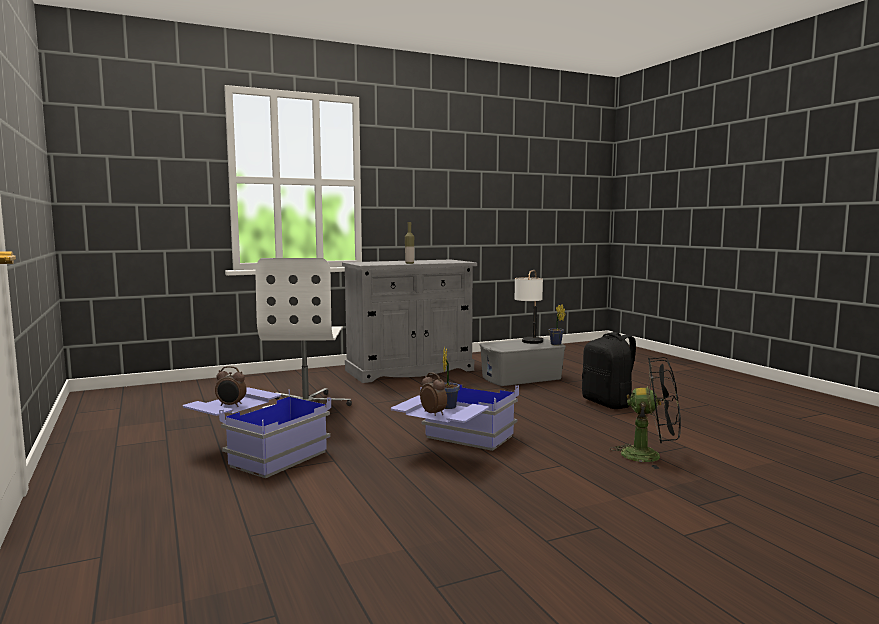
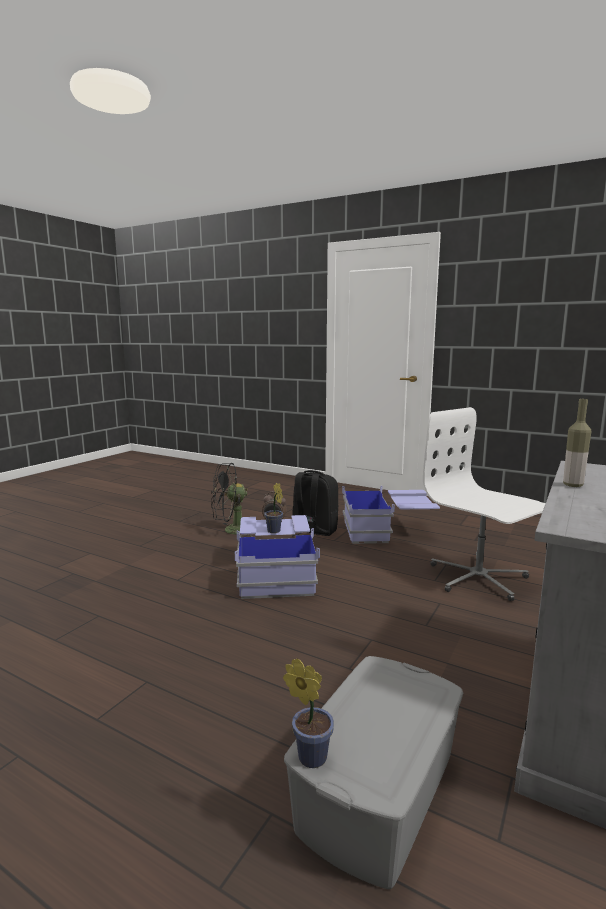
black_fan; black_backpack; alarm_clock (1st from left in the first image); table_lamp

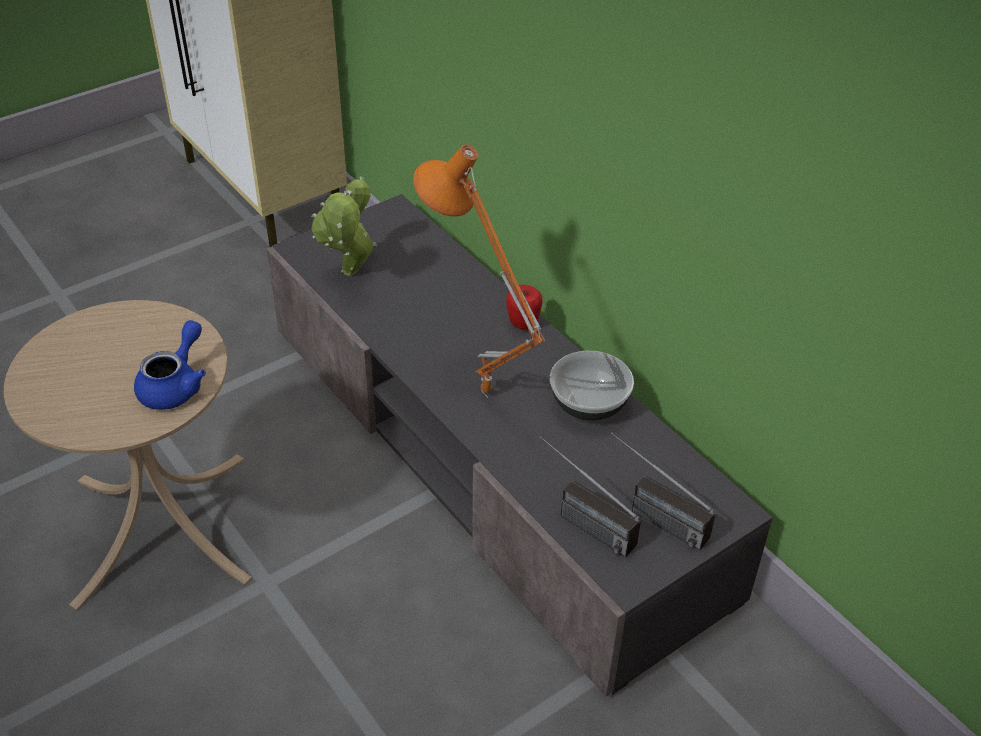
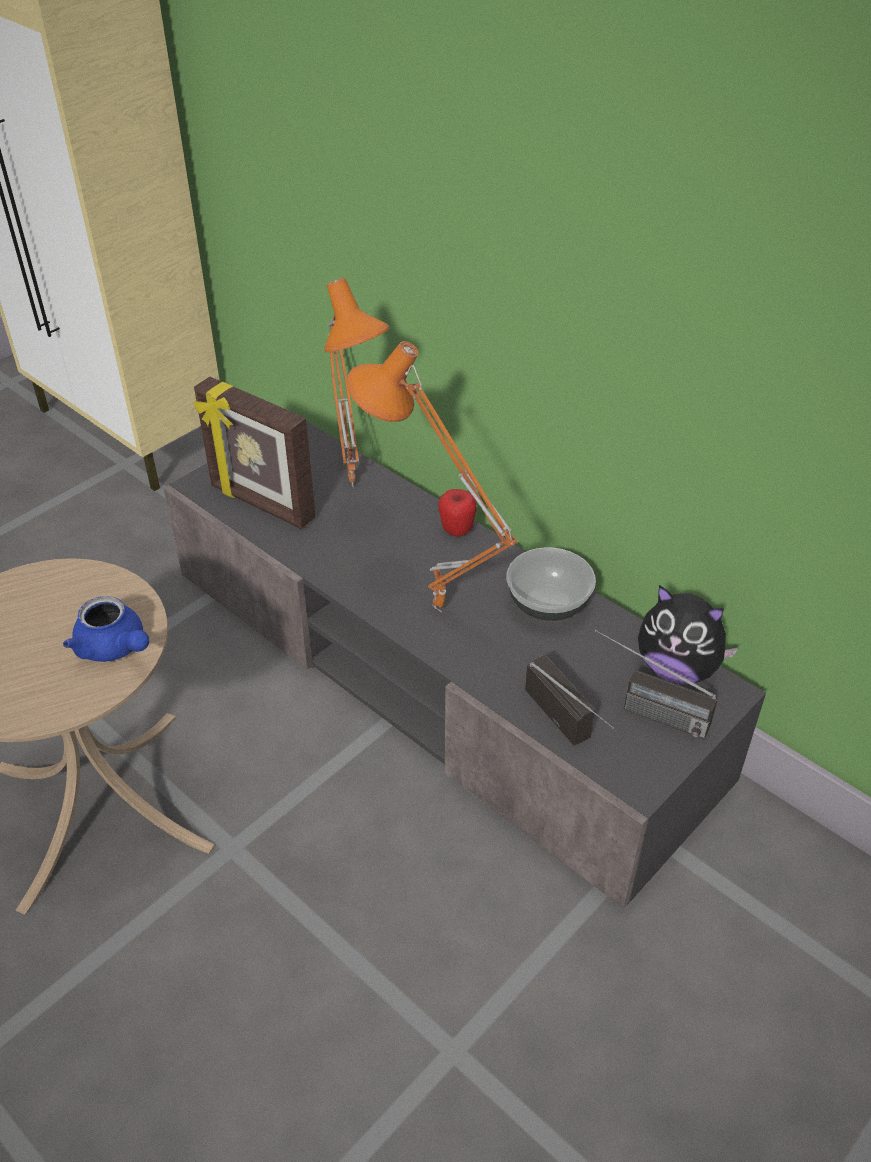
blue_teapot; picture_frame; orange_table_lamp (1st from left); radio (1st from left); plush_toy

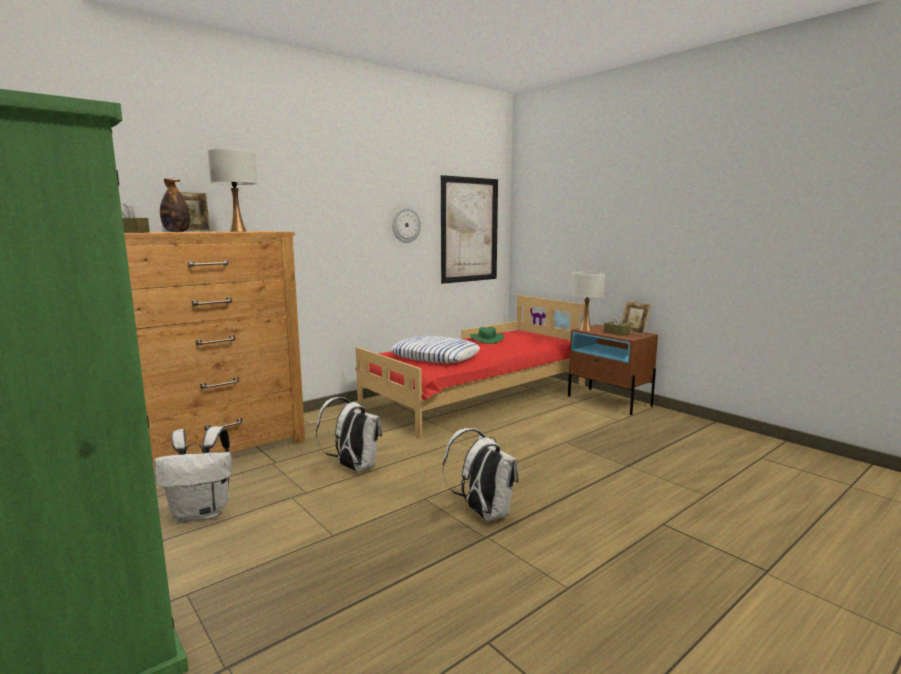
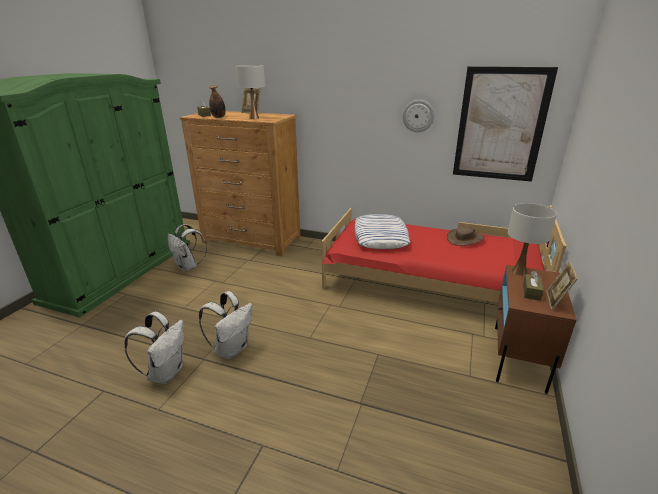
white_backpack (1st from left); brown_hat

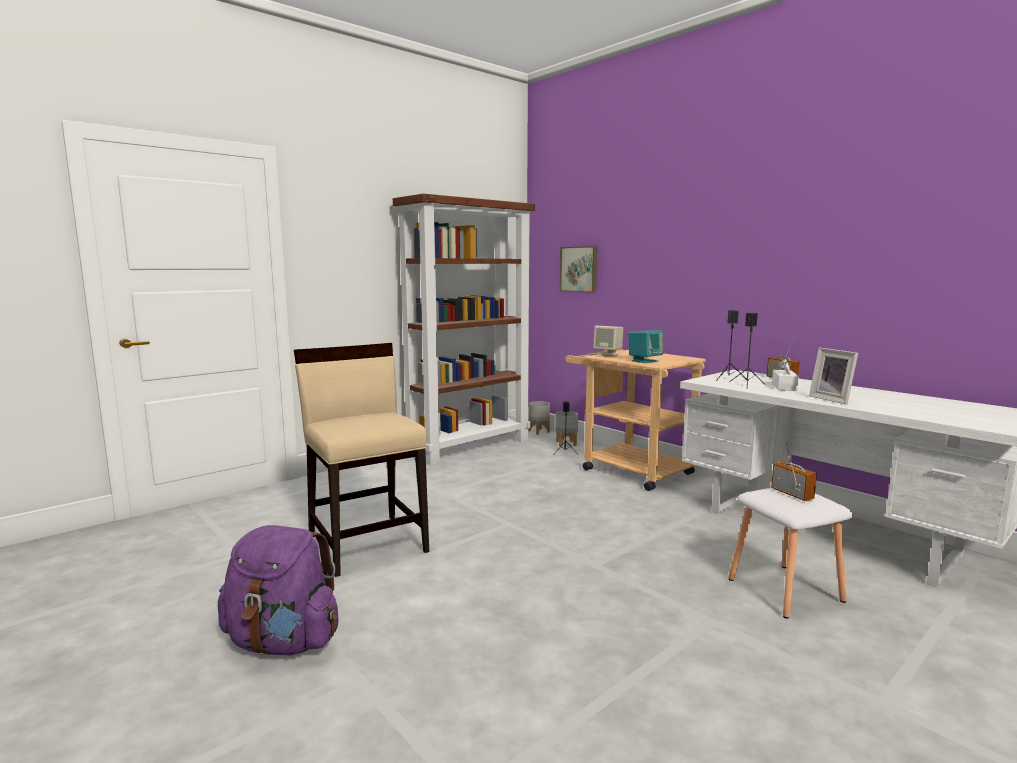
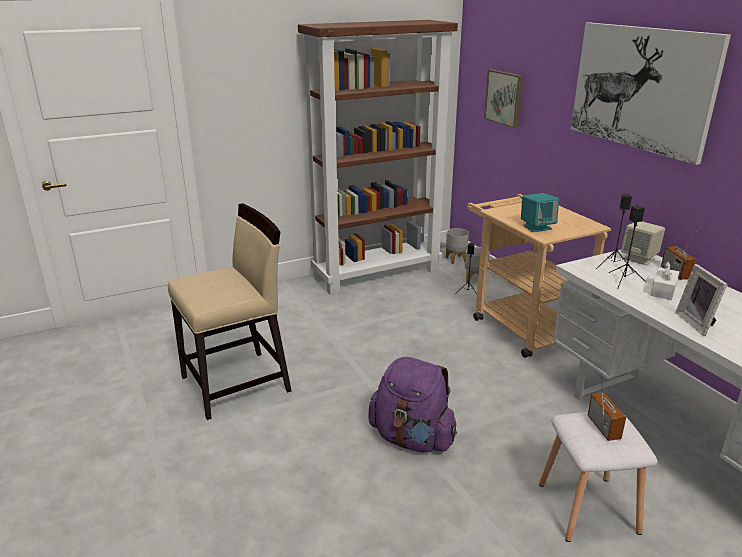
beige_chair; purple_backpack; picture (2nd from left); beige_speaker

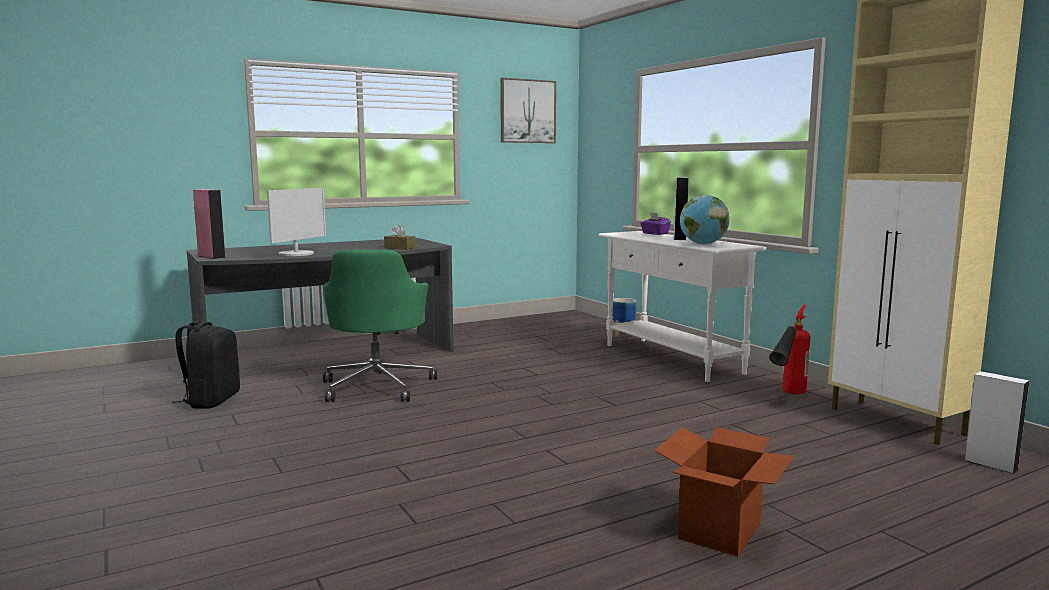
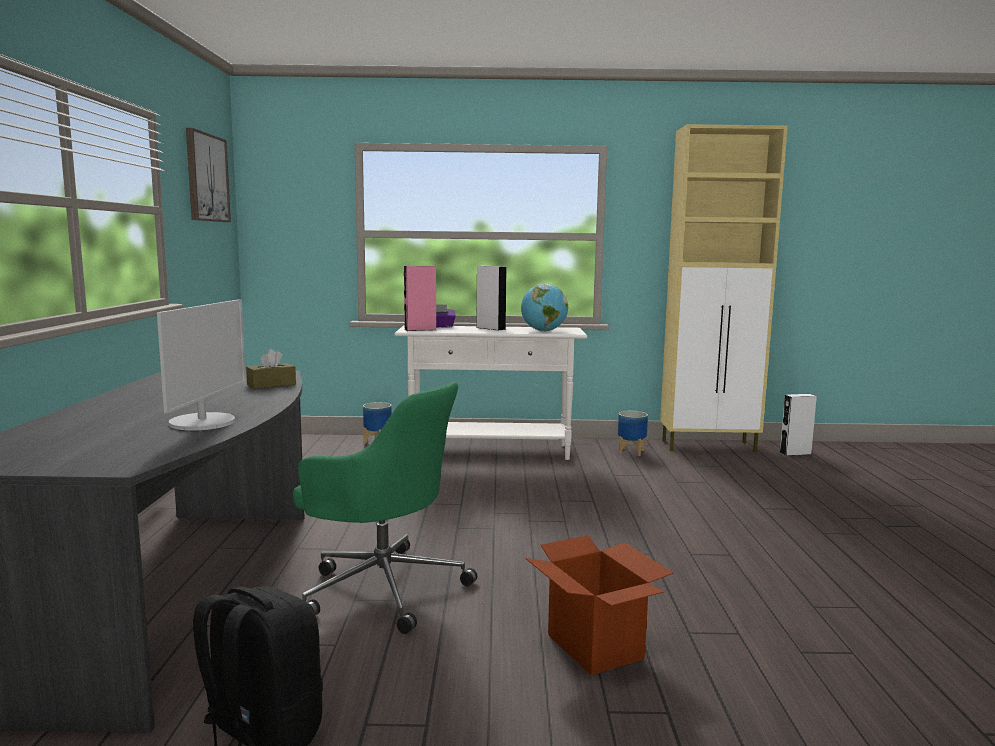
monitor; pink_speaker; cardboard_box; planter (2nd from left)

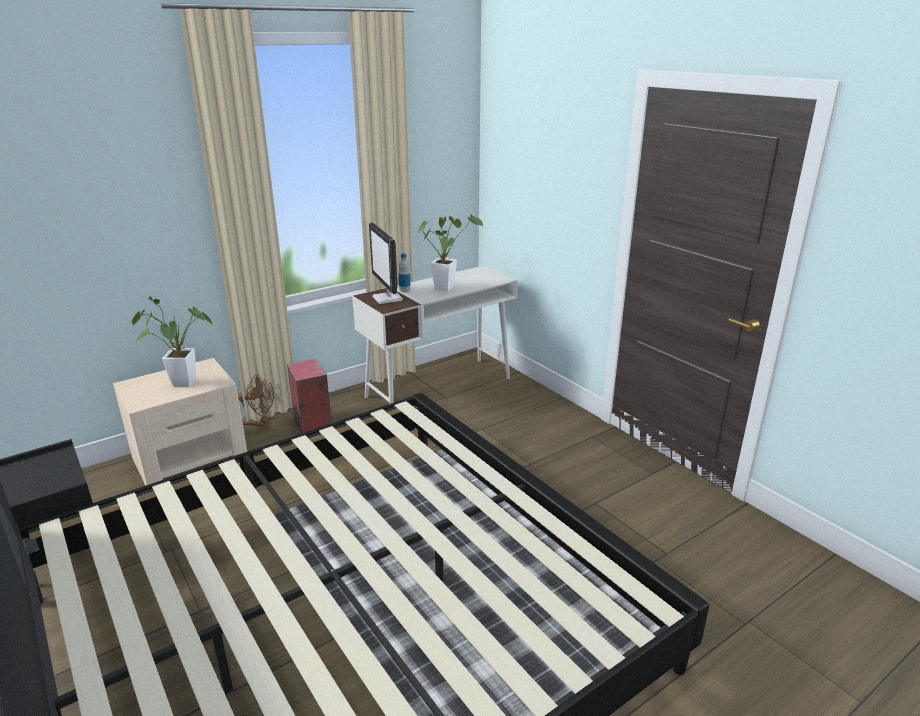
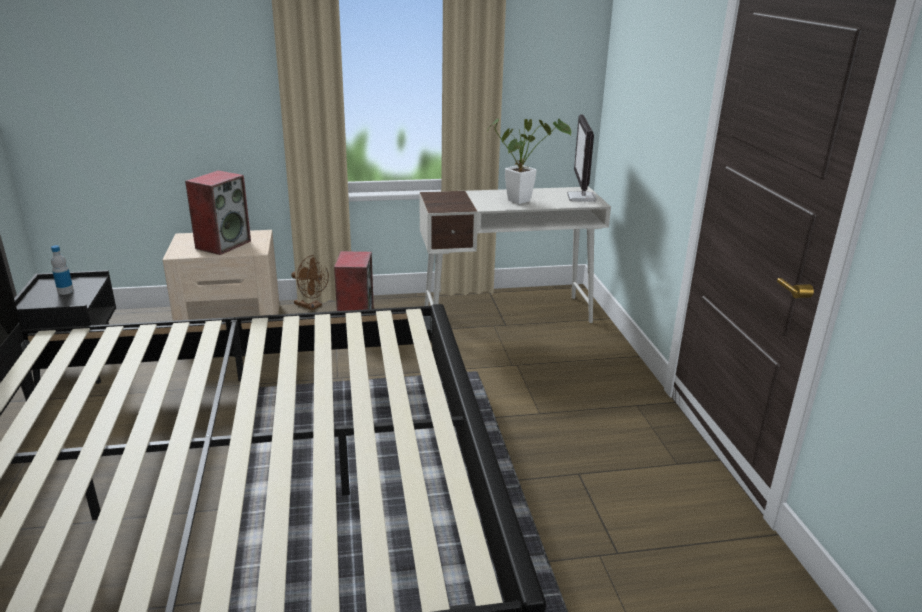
bottle; speaker (1st from left); monitor

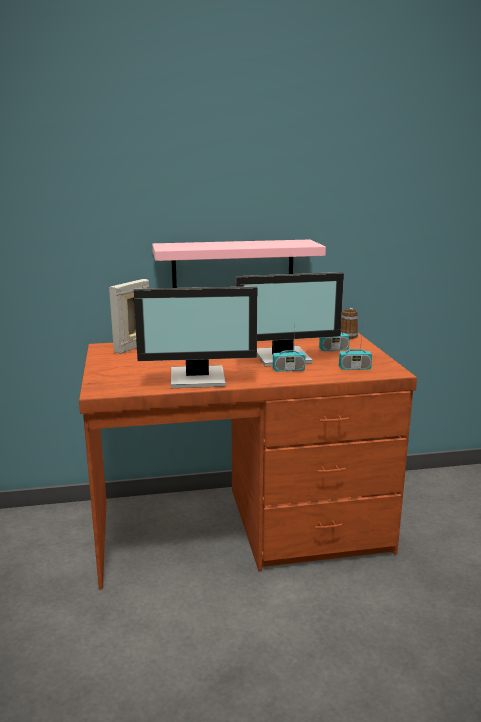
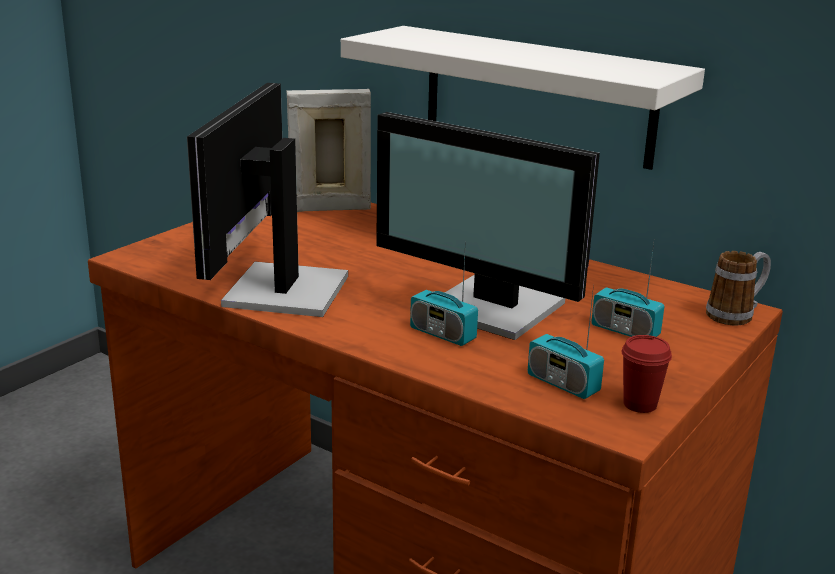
monitor (1st from left); white_shelf; red_cup

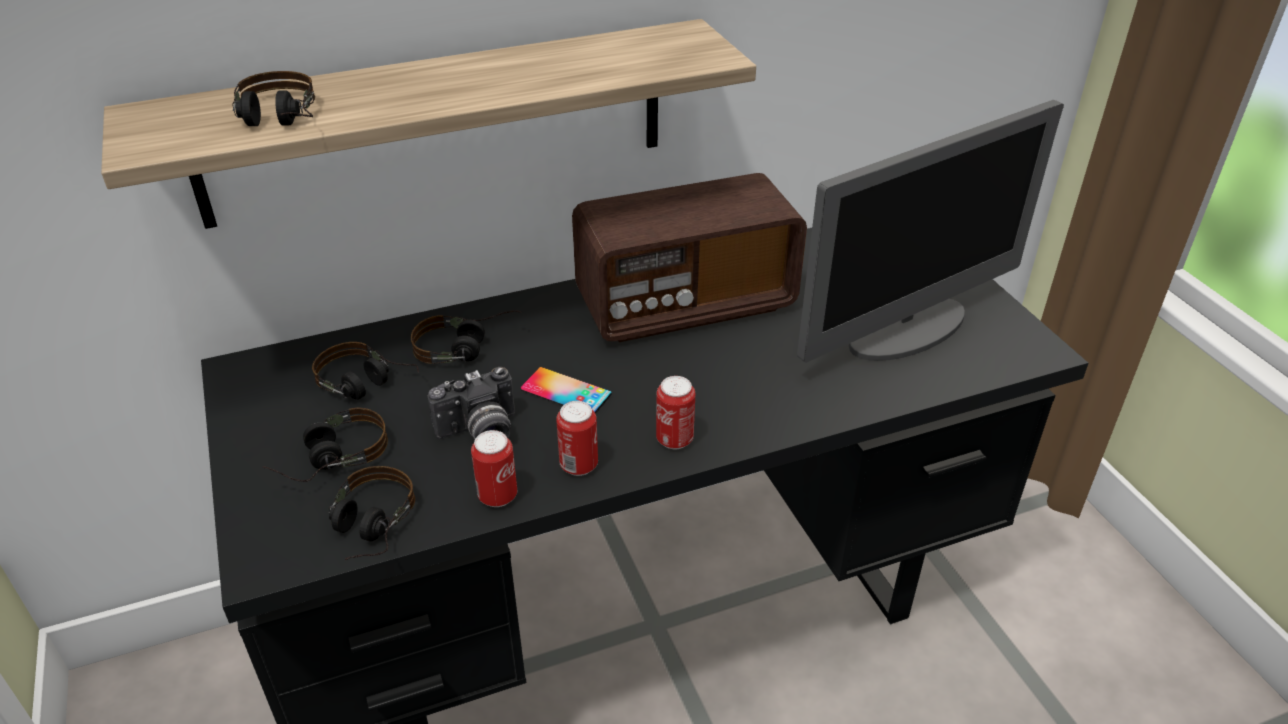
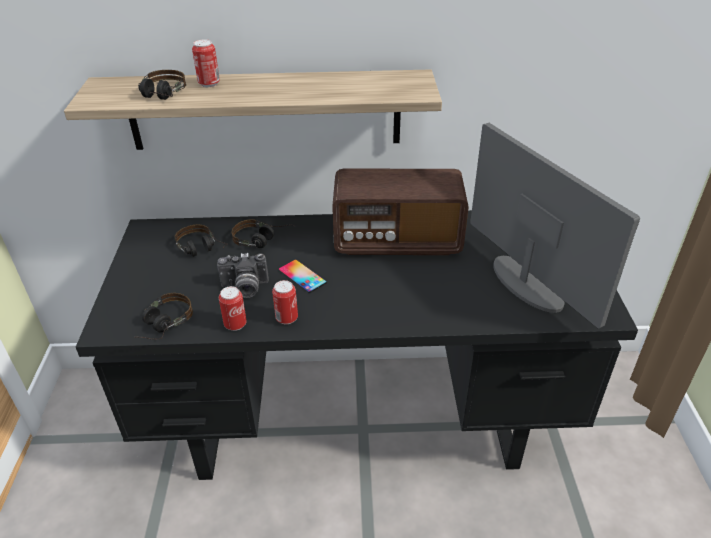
can (1st from left); monitor; headphones (2nd from left in the first image)

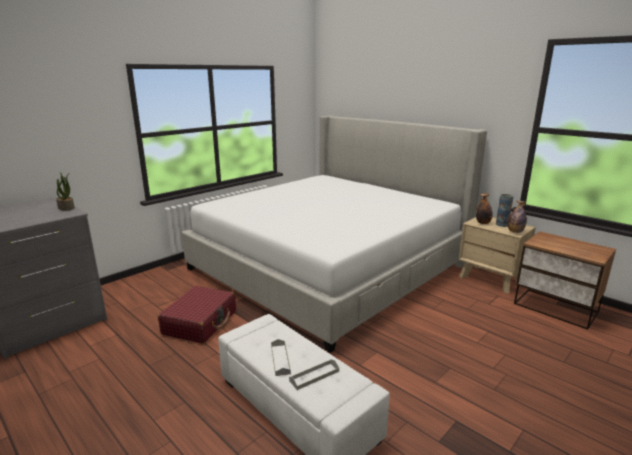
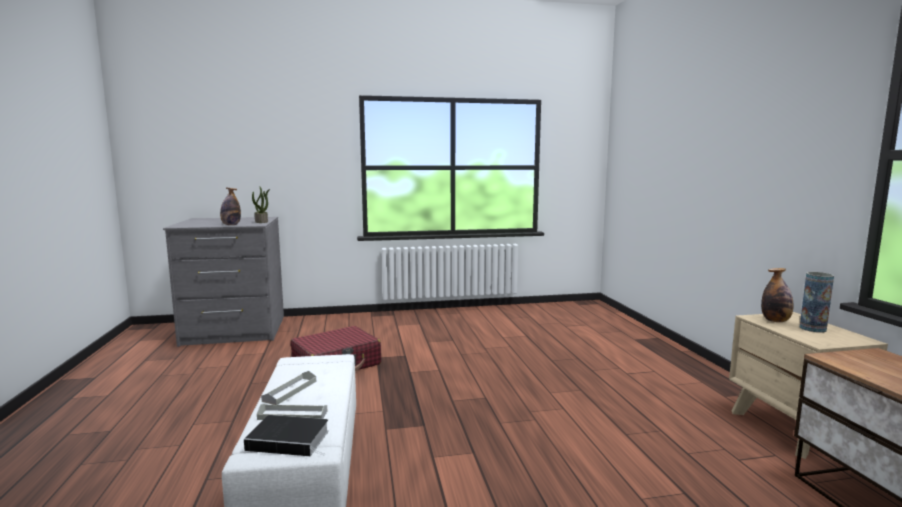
bottle (1st from left); book; bed

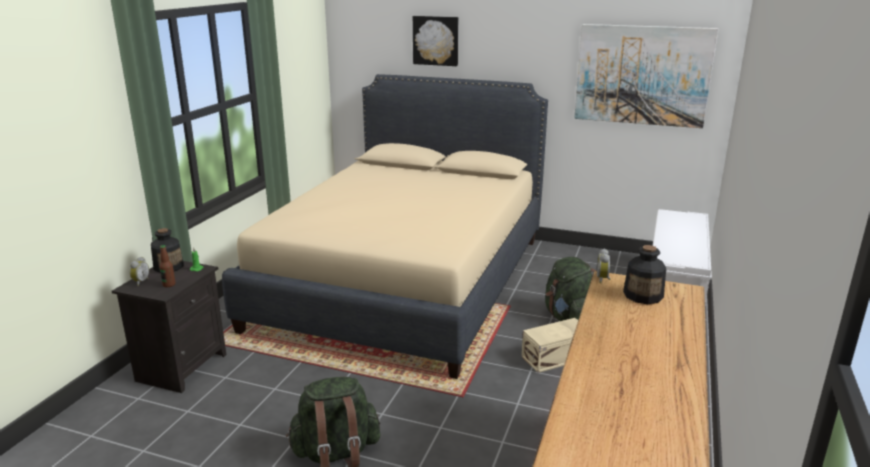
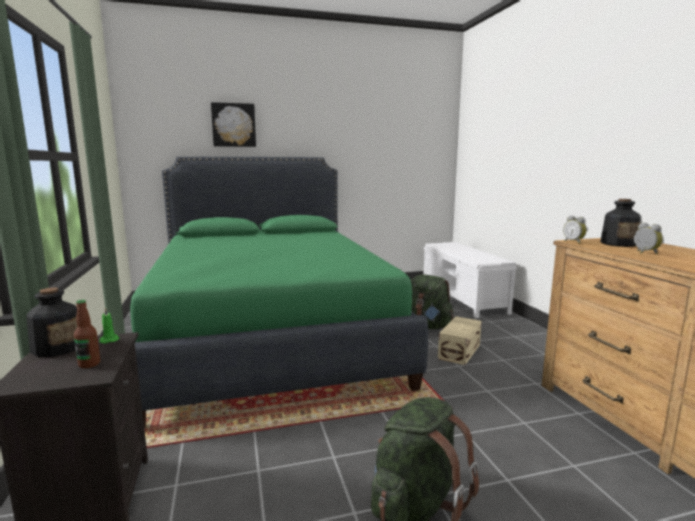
green_bed; alarm_clock (2nd from left); picture (2nd from left in the first image)

